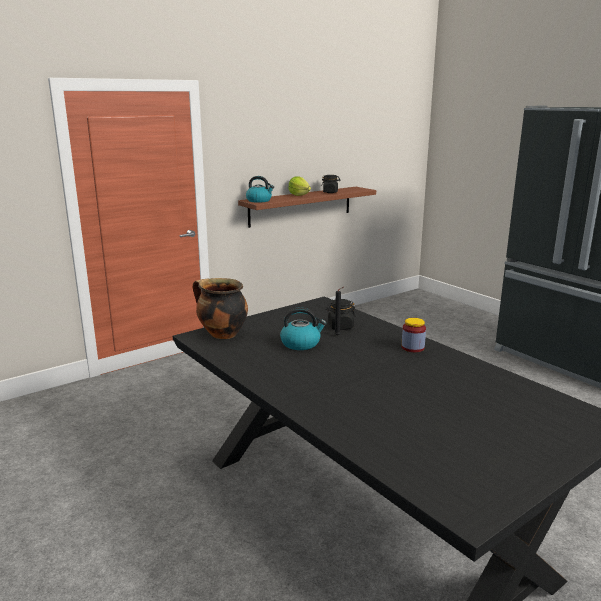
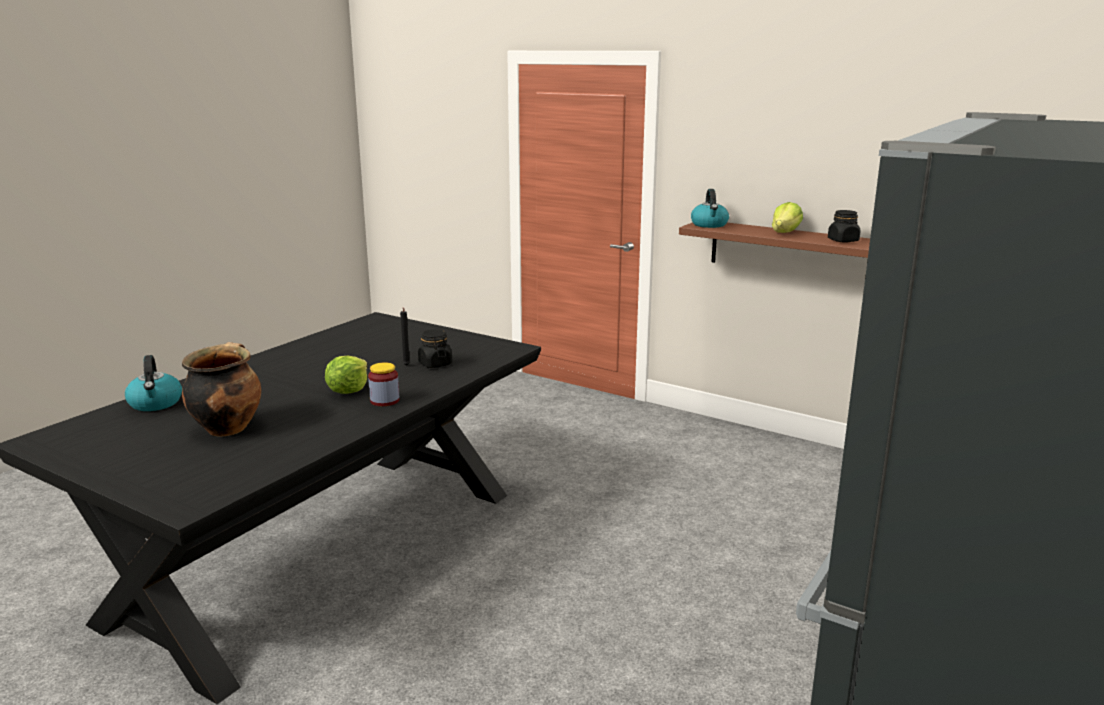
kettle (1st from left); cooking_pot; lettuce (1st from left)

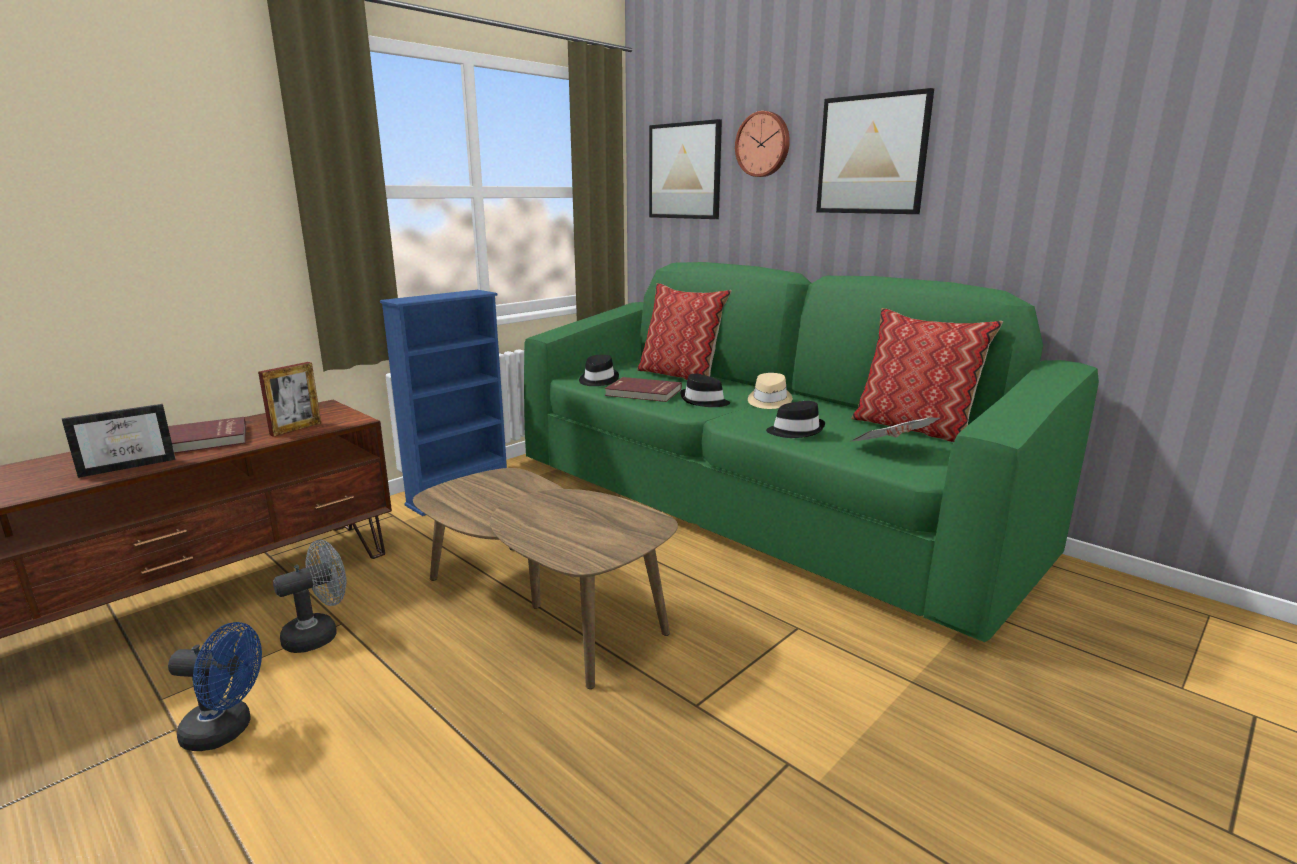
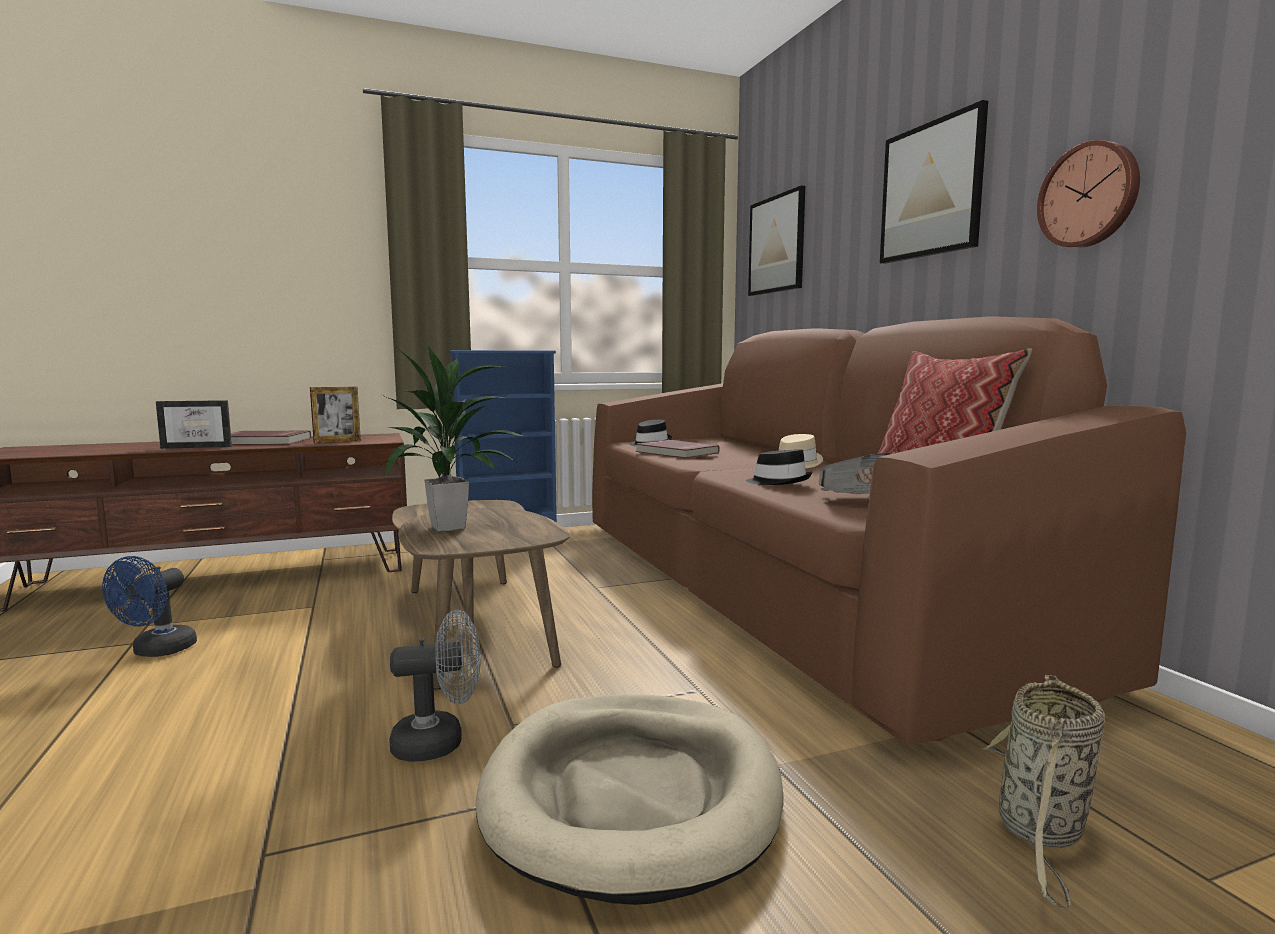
blue_fan; potted_plant; grey_fan; beige_dog_bed; brown_sofa; basket; wall_clock; pillow (1st from left in the first image); black_hat (2nd from left in the first image)

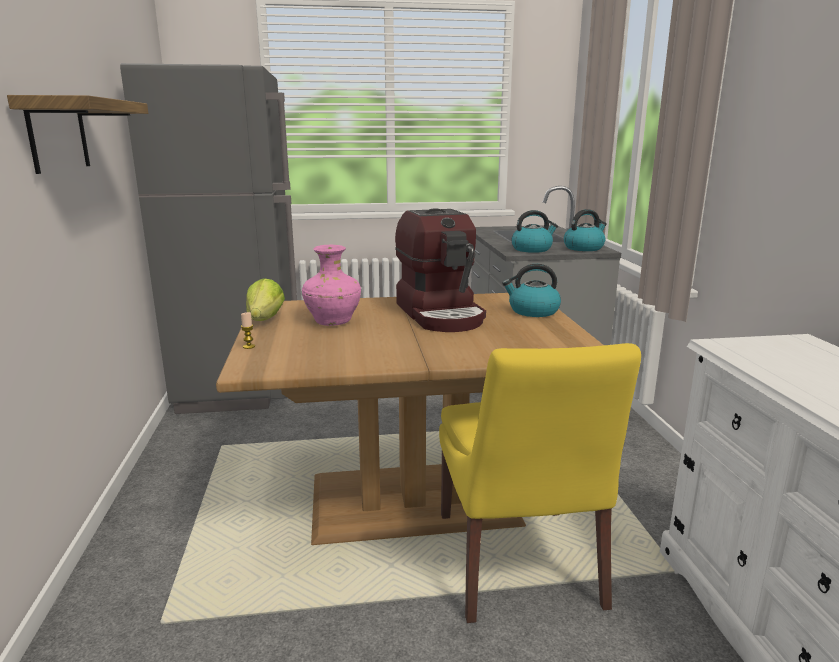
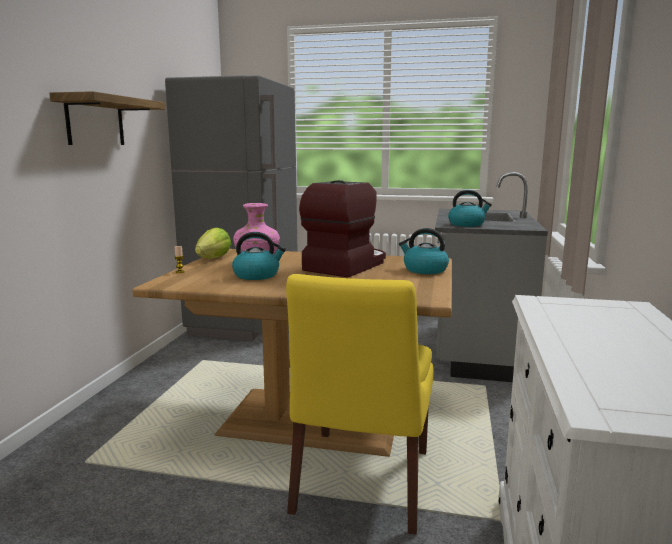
kettle (1st from left); coffee_machine

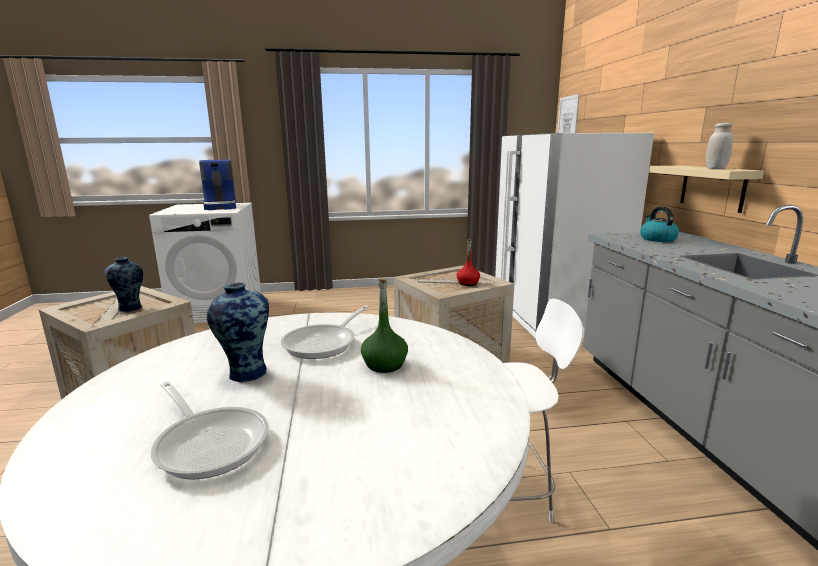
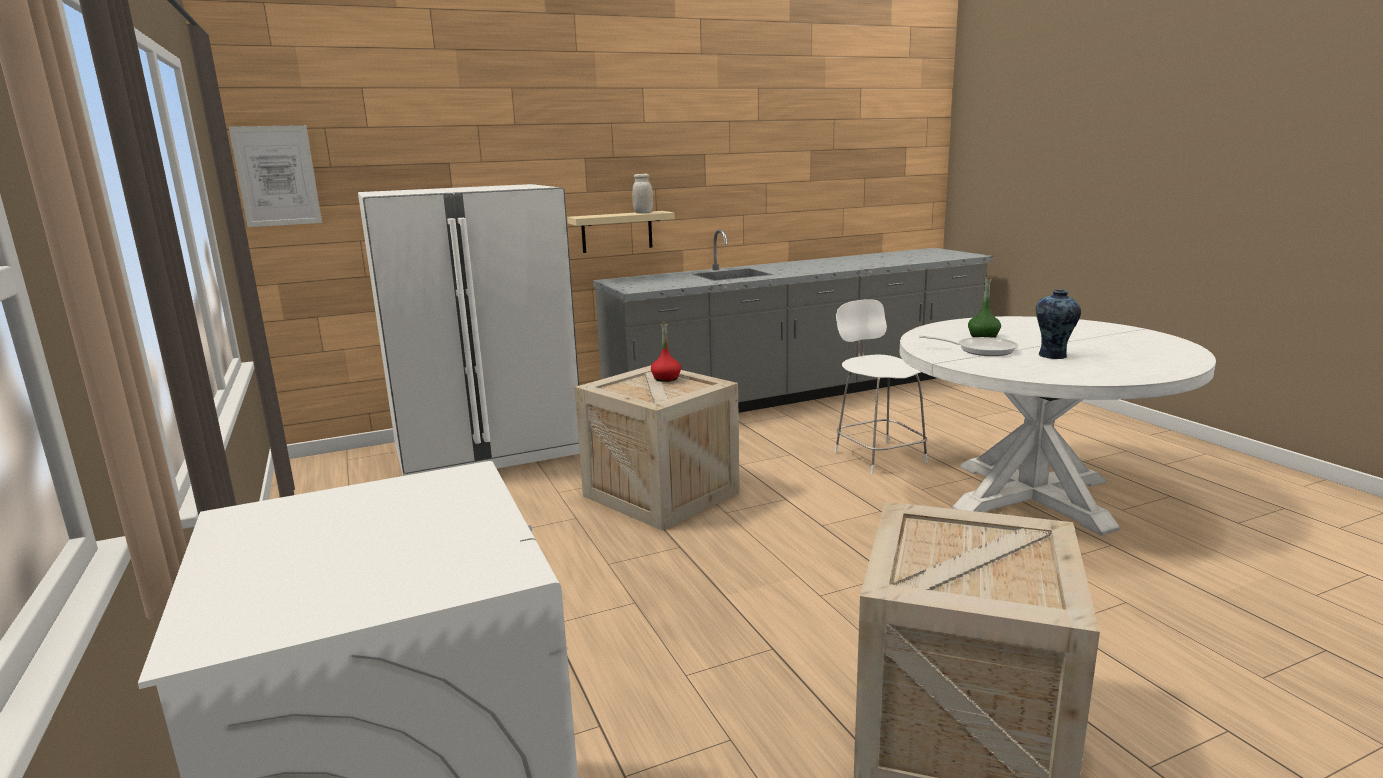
vase (1st from left in the first image); frying_pan (1st from left in the first image); coffee_machine; kettle

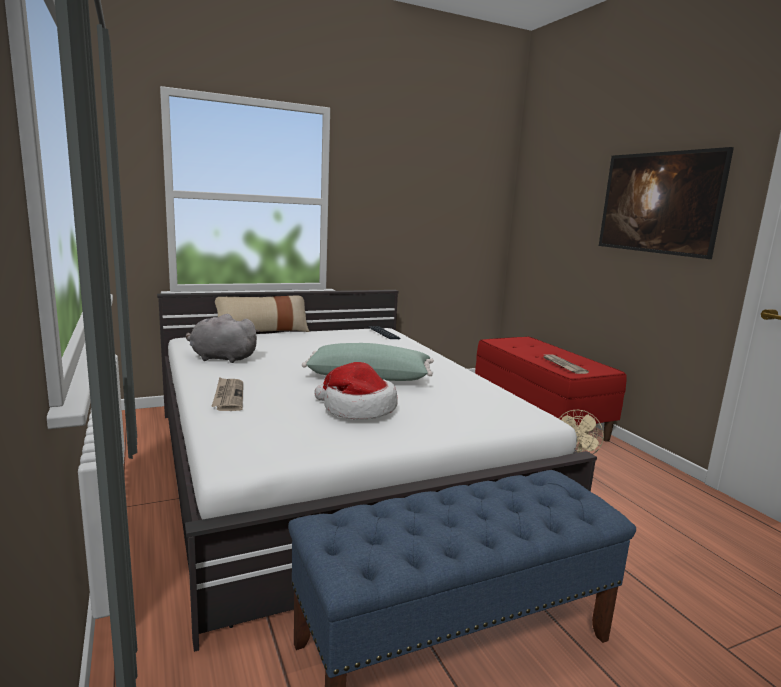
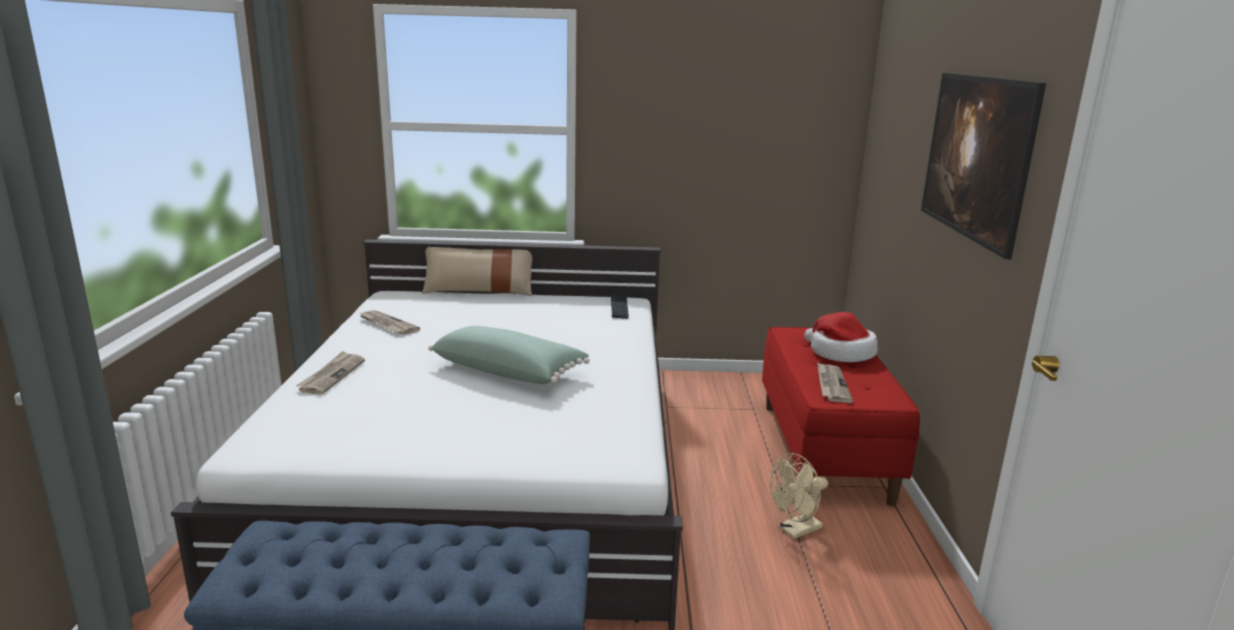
newspaper (2nd from left); hat

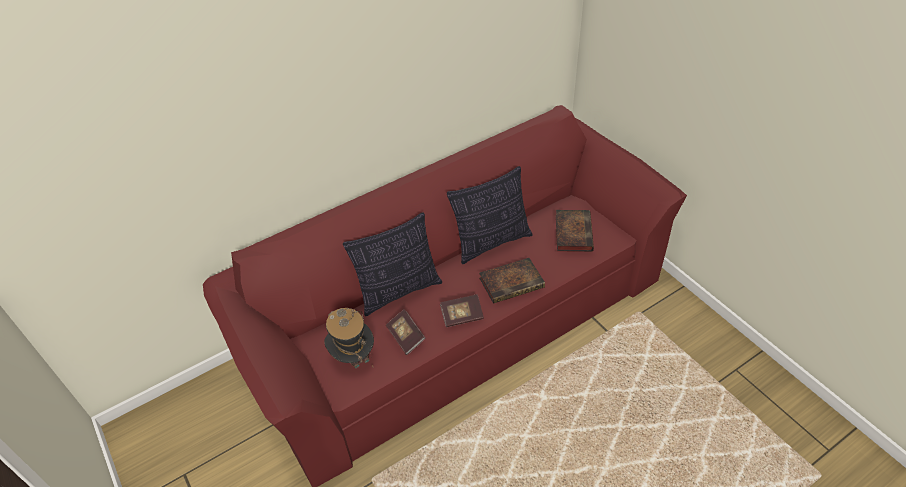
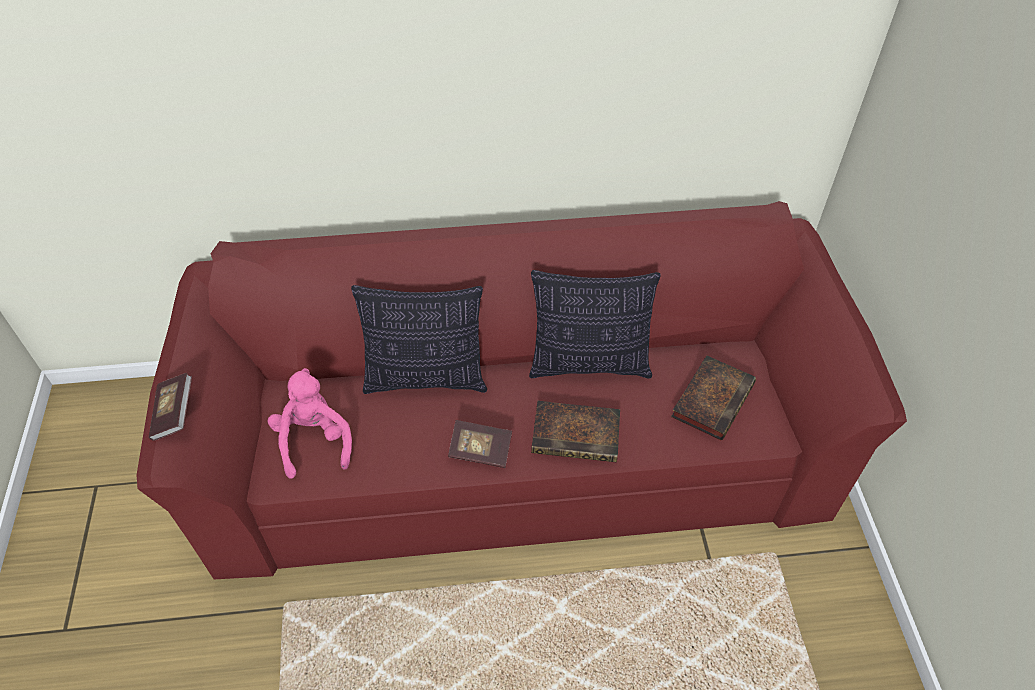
book (1st from left); pink_plush_toy

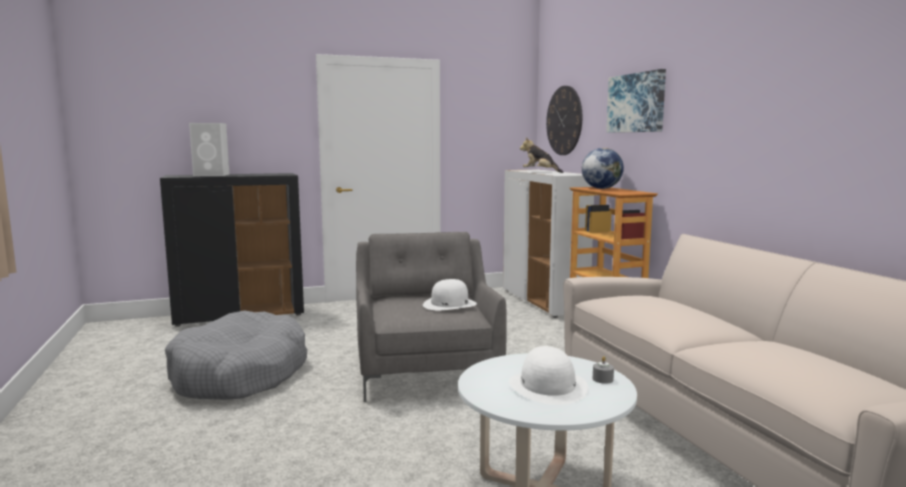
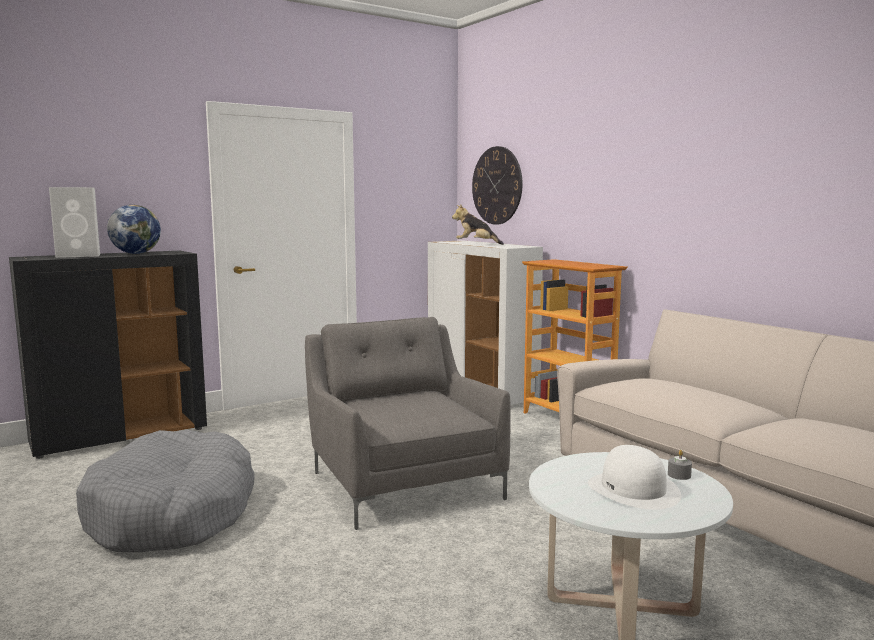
globe; white_hat (1st from left in the first image); picture

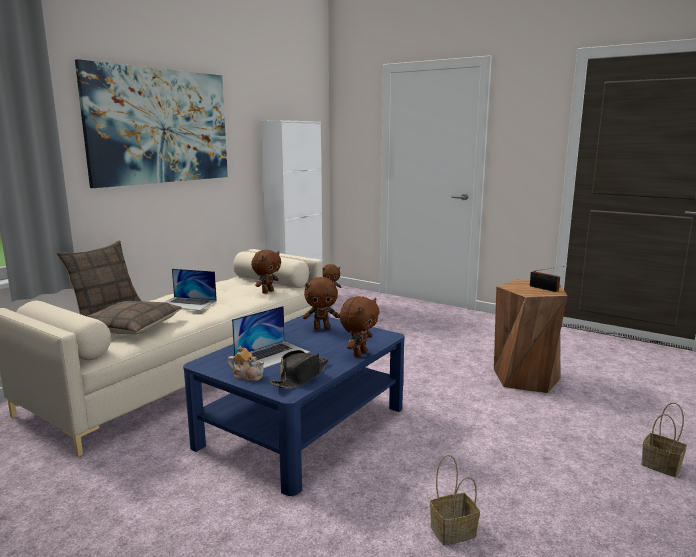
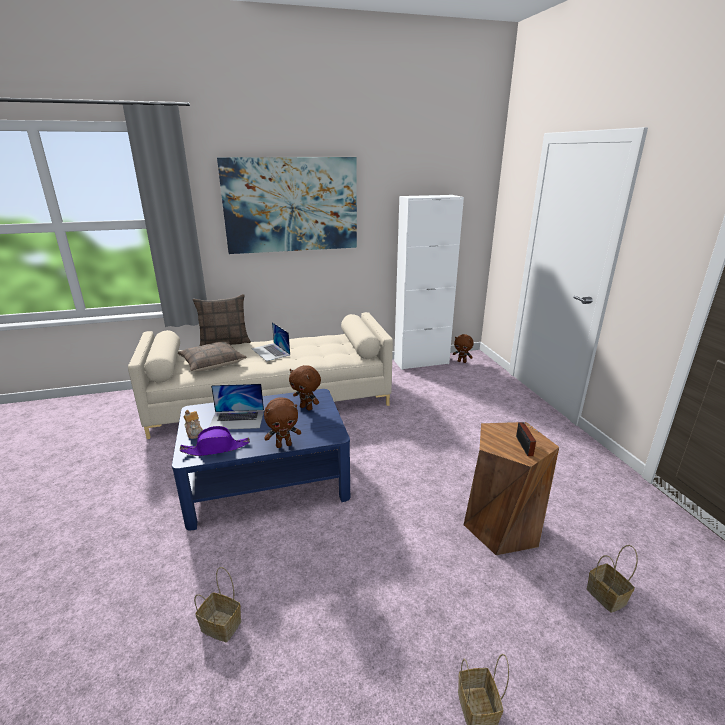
purple_hat; basket (3rd from left); brown_plush_toy (1st from left in the first image)

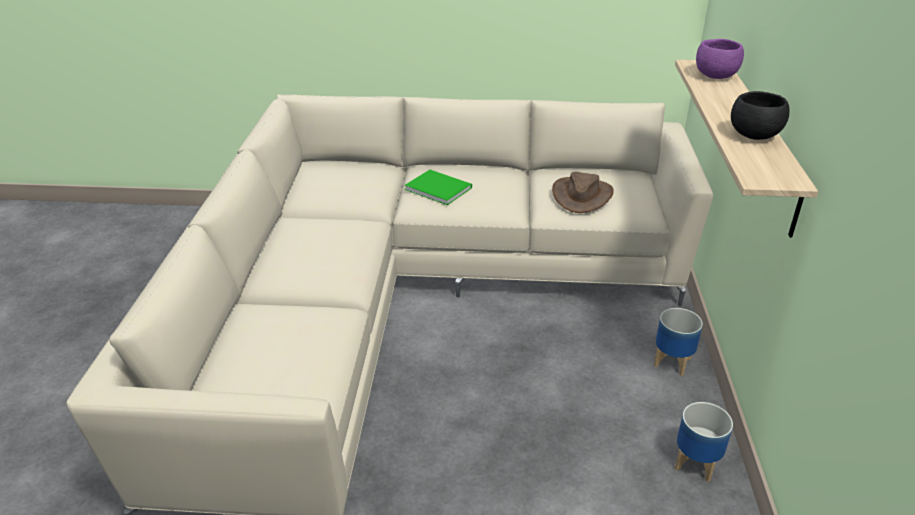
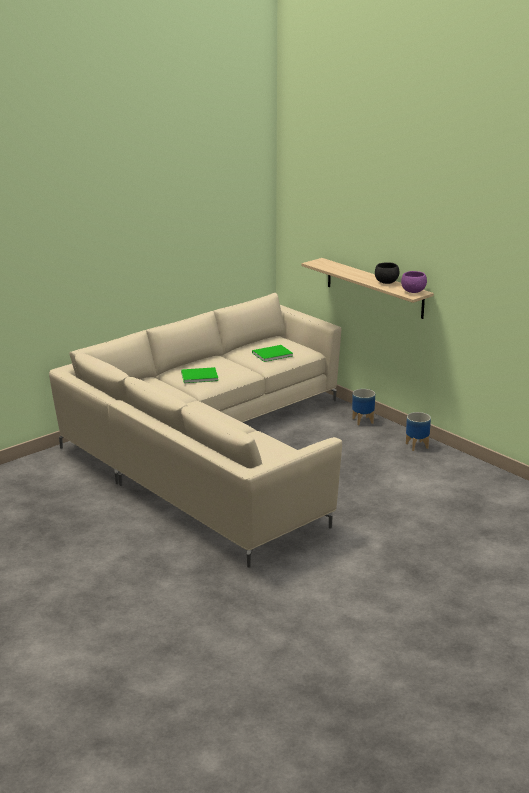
green_book (2nd from left); purple_bowl

